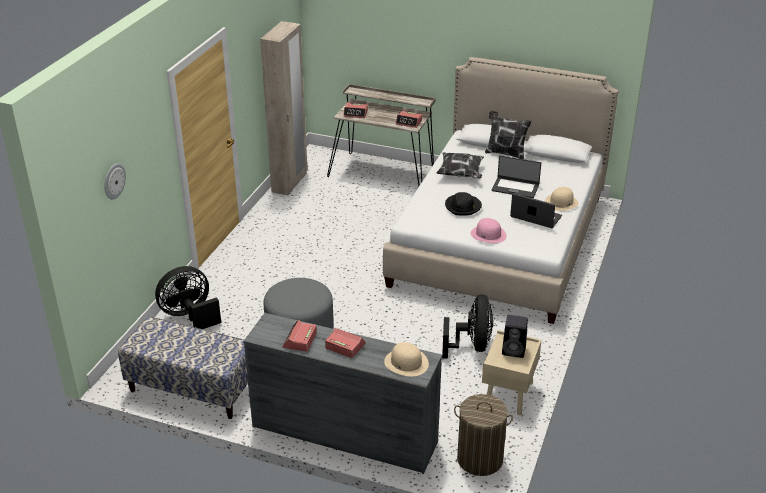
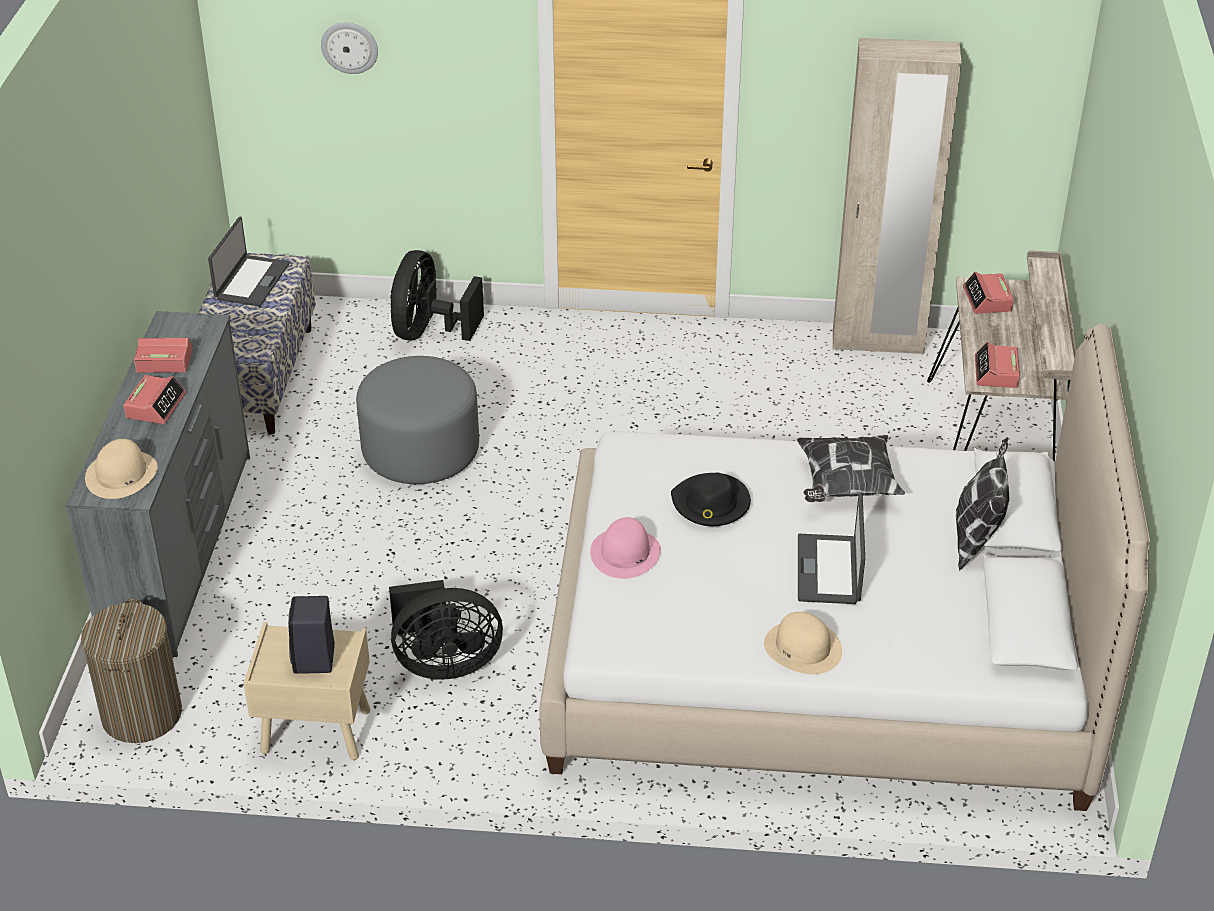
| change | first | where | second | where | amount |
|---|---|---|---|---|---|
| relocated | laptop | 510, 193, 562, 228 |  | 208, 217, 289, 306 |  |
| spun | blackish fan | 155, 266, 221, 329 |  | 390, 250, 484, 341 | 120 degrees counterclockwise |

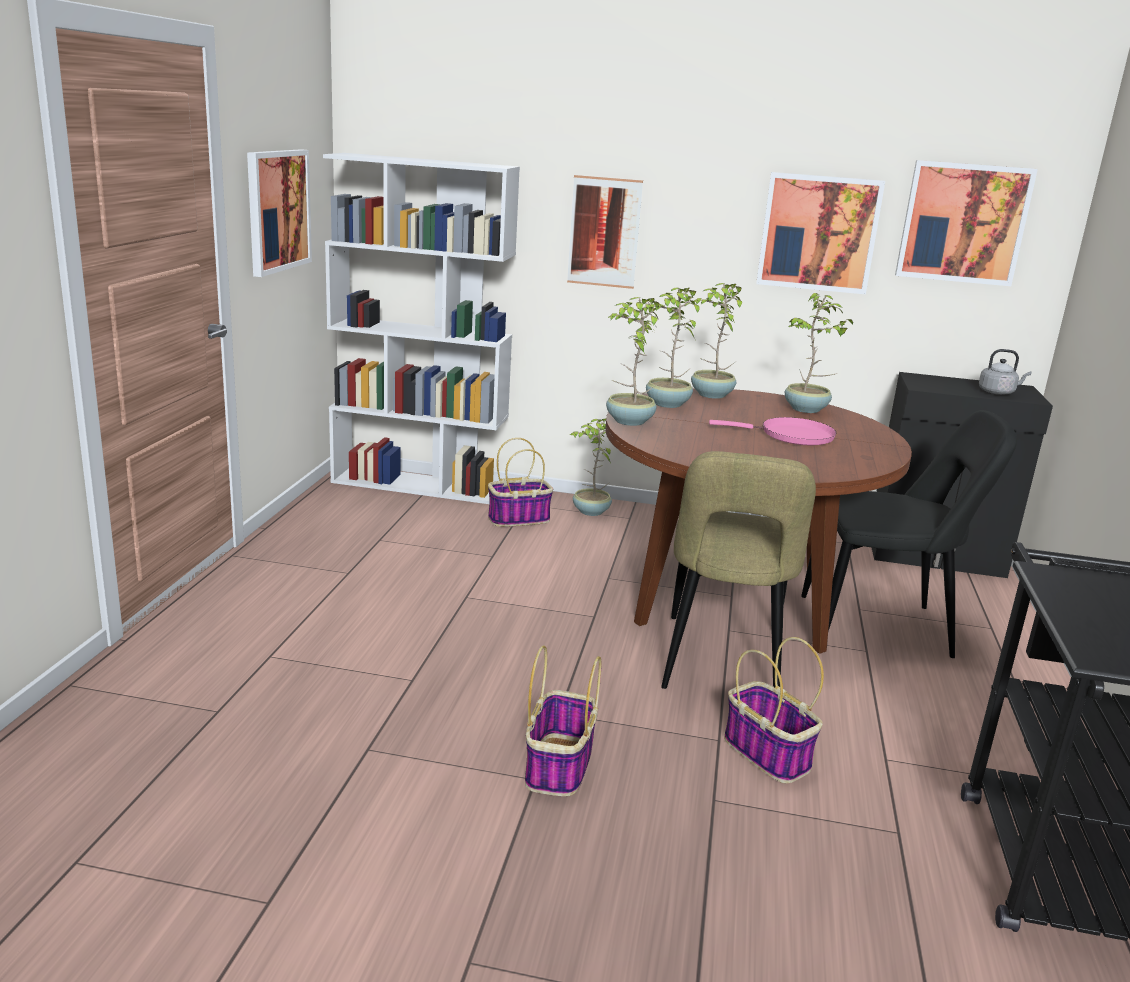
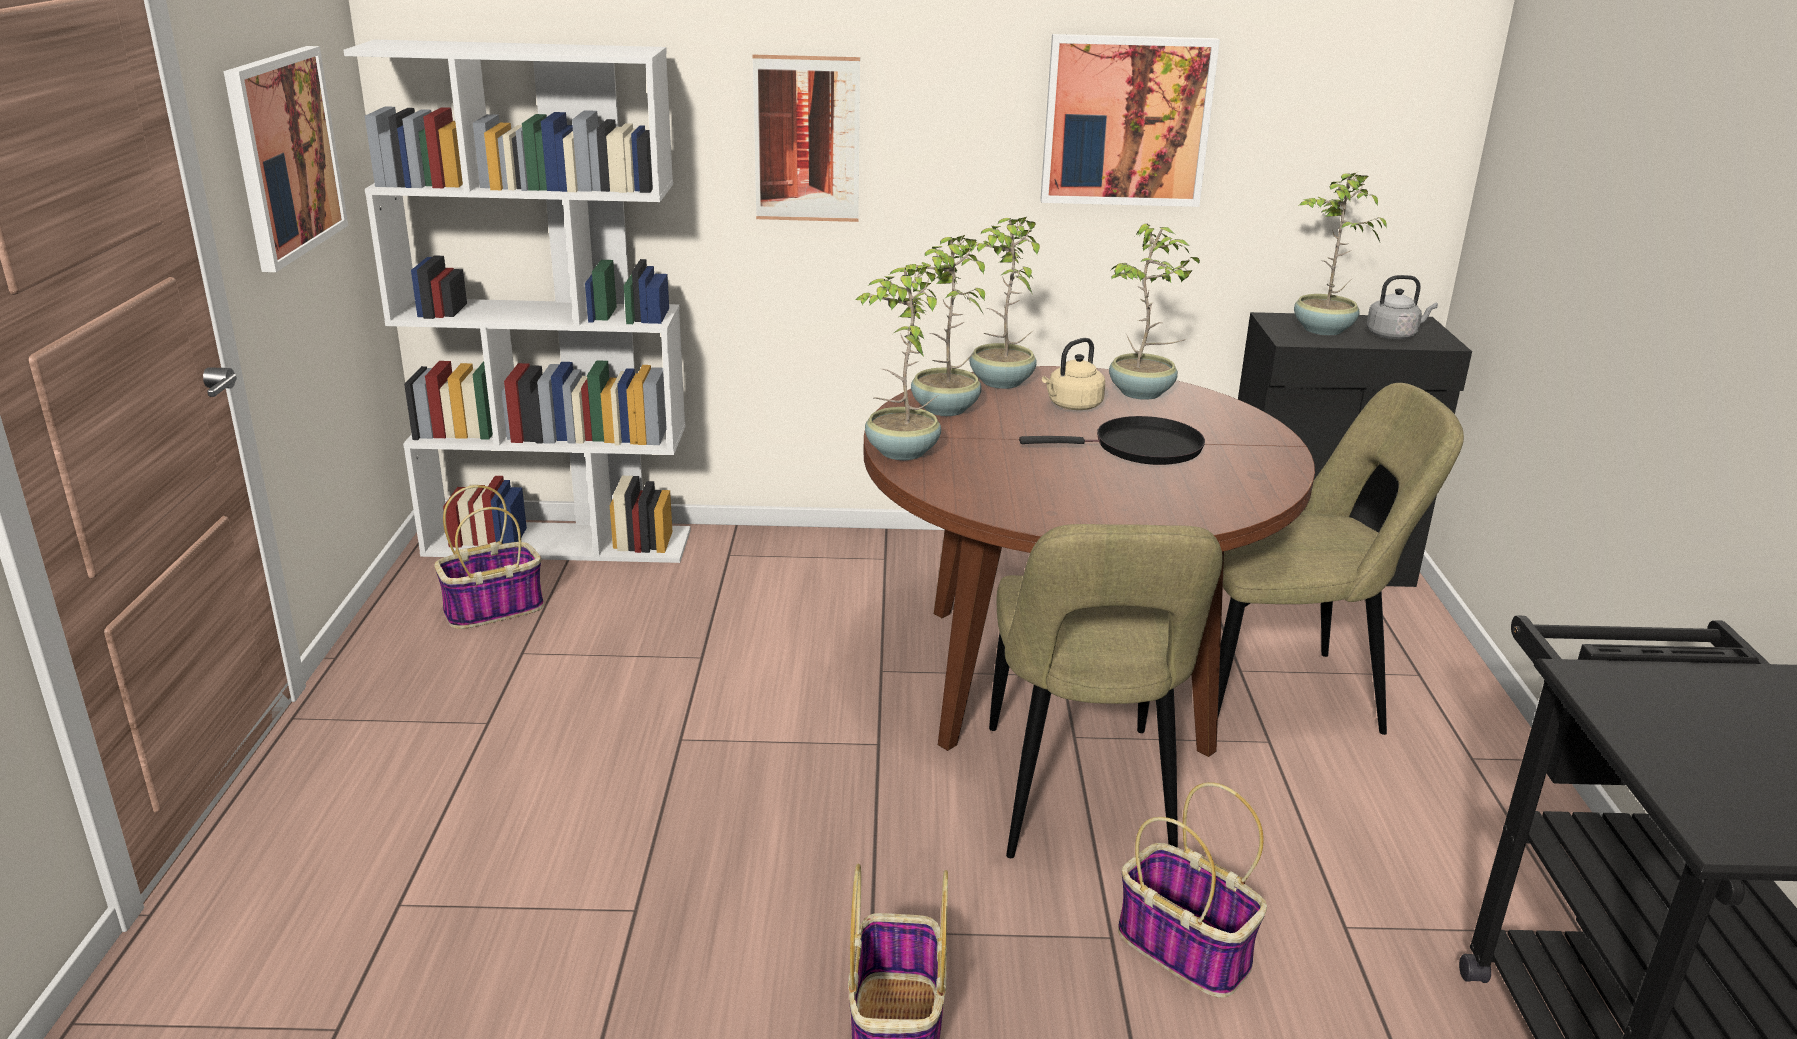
| change | first | where | second | where | amount |
|---|---|---|---|---|---|
| missing | wall picture | 895, 160, 1038, 286 |  |  |  |
| appeared |  |  | beige water kettle | 1042, 338, 1105, 410 |  |
| relocated | household basket | 488, 438, 553, 527 |  | 434, 485, 544, 629 |  |
| relocated | plant in a pot | 570, 418, 612, 516 |  | 1294, 172, 1387, 336 |  |
| colour | pinkish skillet | 709, 417, 837, 445 | blackish skillet | 1019, 416, 1205, 465 |  |
| colour | blackish chair | 801, 410, 1017, 658 | beige chair | 1218, 383, 1464, 735 |  |

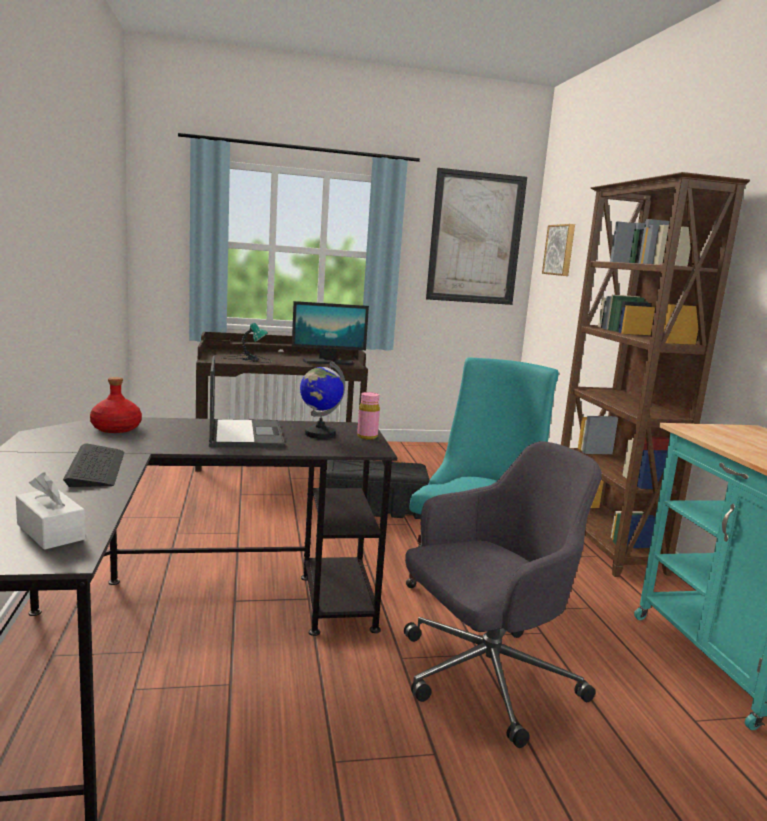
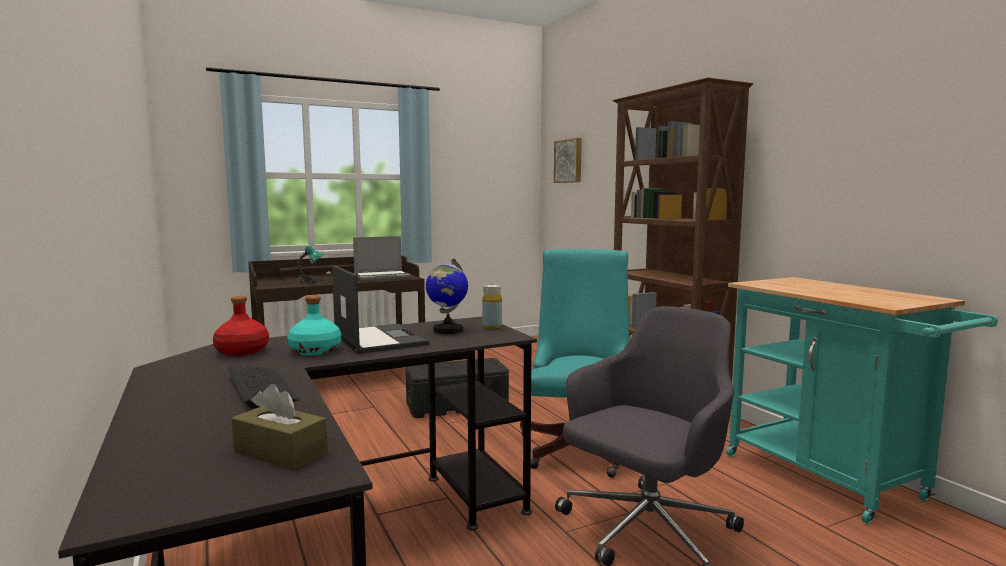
| change | first | where | second | where | amount |
|---|---|---|---|---|---|
| missing | wall picture | 426, 168, 527, 305 |  |  |  |
| appeared |  |  | blue-green beverage bottle | 287, 295, 341, 355 |  |
| exchanged | computer screen | 292, 301, 369, 366 | laptop | 353, 236, 411, 281 |  |
| colour | whitish tissue box | 16, 472, 86, 550 | brownish tissue box | 232, 384, 328, 470 |  |
| colour | pinkish beverage bottle | 357, 392, 380, 439 | yellowish beverage bottle | 482, 284, 502, 329 |  |

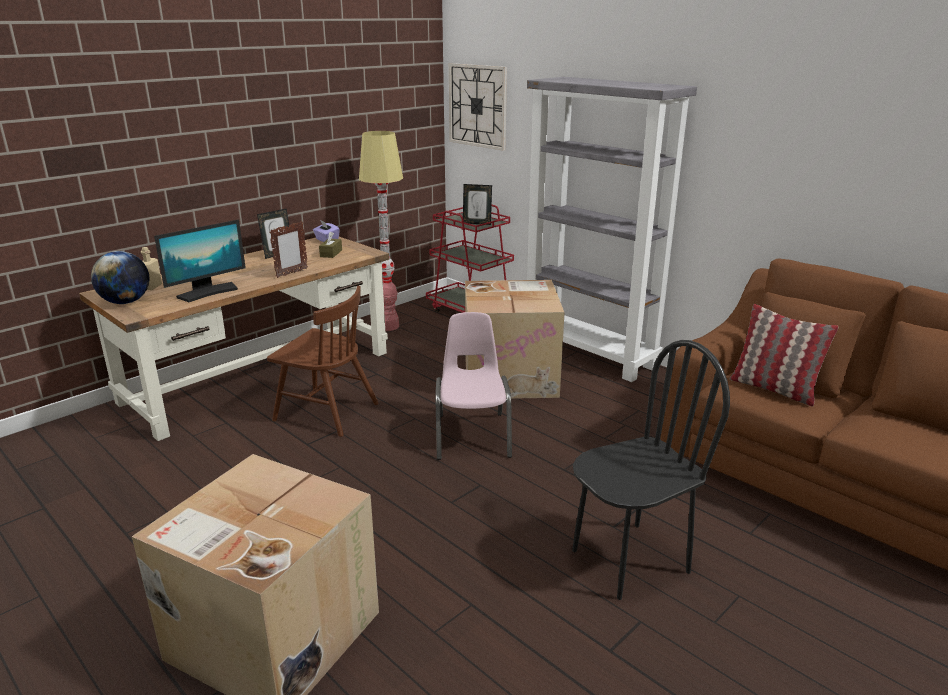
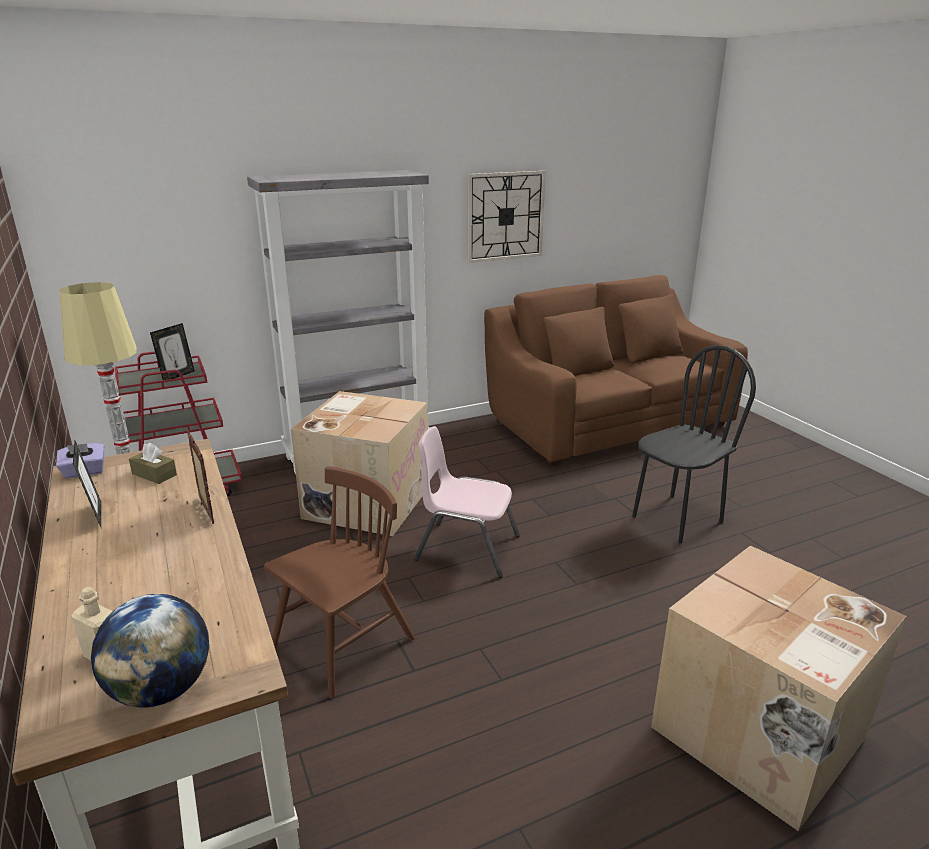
| change | first | where | second | where | amount |
|---|---|---|---|---|---|
| missing | computer screen | 154, 220, 246, 302 |  |  |  |
| missing | pillow | 730, 304, 838, 407 |  |  |  |
| relocated | clock on the wall | 449, 63, 507, 151 |  | 468, 171, 546, 263 |  |
| spun | blackish chair | 572, 340, 730, 600 |  | 632, 345, 756, 543 | 60 degrees clockwise |

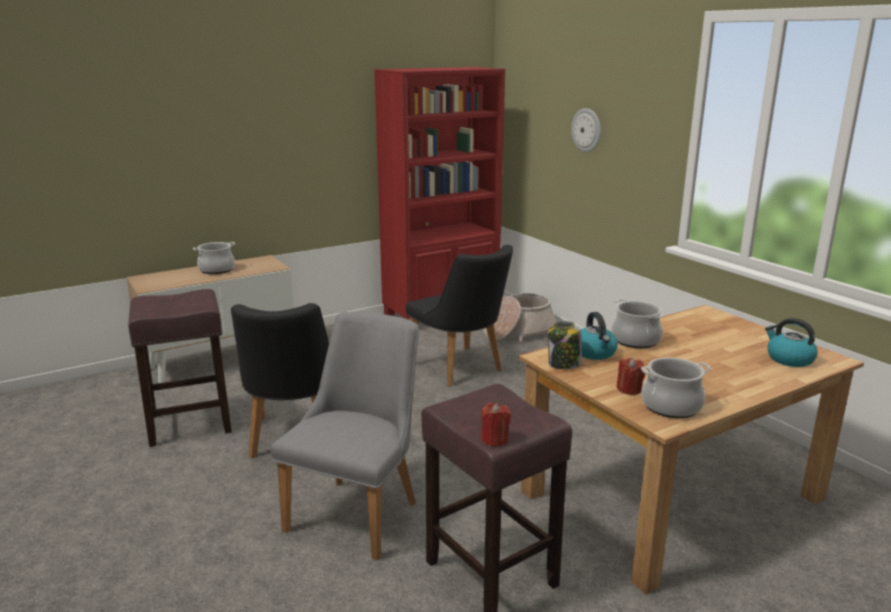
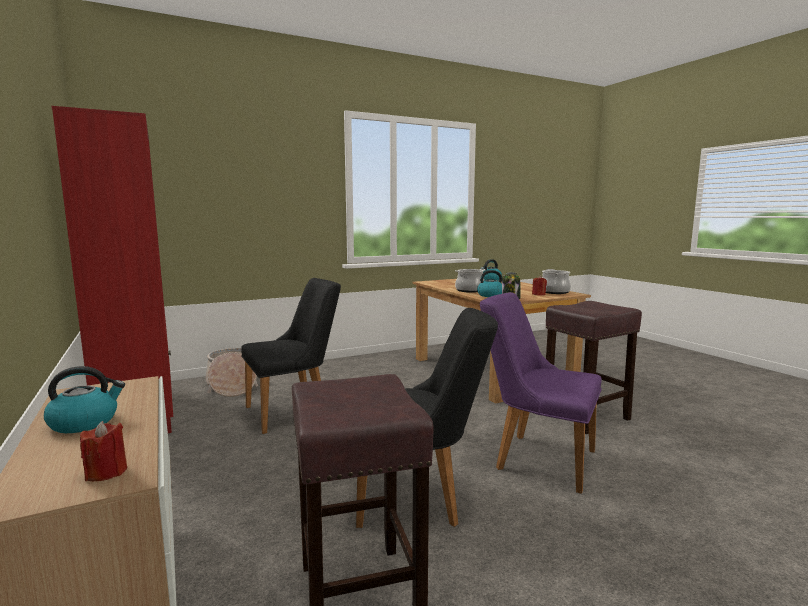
| change | first | where | second | where | amount |
|---|---|---|---|---|---|
| missing | clock on the wall | 571, 108, 601, 152 |  |  |  |
| relocated | red wax candle | 481, 403, 511, 446 |  | 80, 421, 127, 481 |  |
| exchanged | saucepot | 193, 242, 235, 274 | water kettle | 44, 366, 125, 433 |  |
| colour | grey chair | 271, 312, 418, 561 | purple-coloured chair | 480, 292, 602, 494 |  |

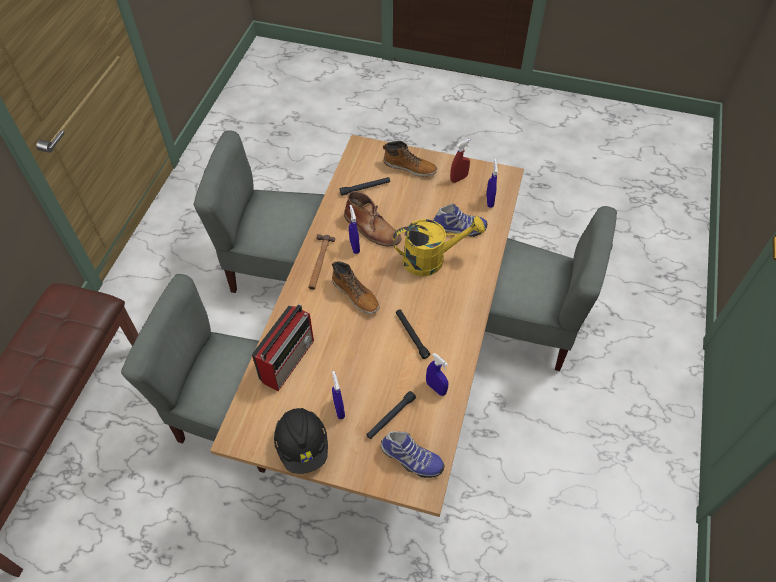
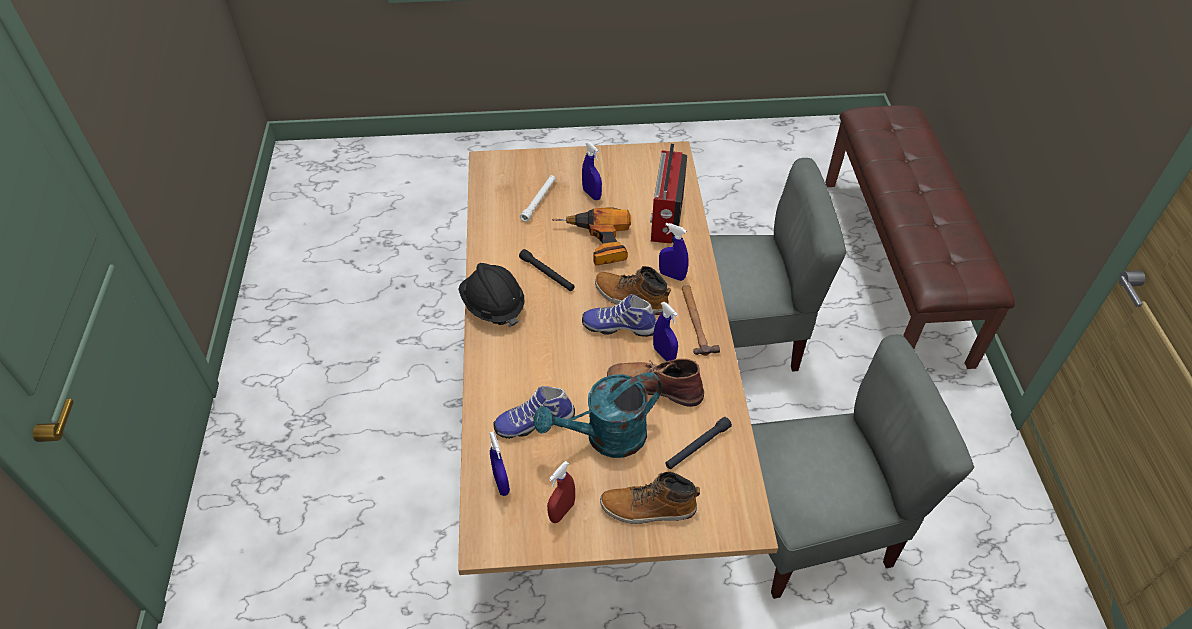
| change | first | where | second | where | amount |
|---|---|---|---|---|---|
| missing | yellowish sprinkling can | 393, 216, 485, 276 |  |  |  |
| missing | grey chair | 485, 206, 617, 371 |  |  |  |
| appeared |  |  | blue-green sprinkling can | 534, 373, 662, 458 |  |
| appeared |  |  | power drill | 552, 207, 631, 265 |  |
| relocated | blackish hard hat | 274, 408, 328, 474 |  | 458, 263, 525, 327 |  |
| relocated | item of footwear | 380, 431, 445, 478 |  | 582, 294, 657, 337 |  |
| relocated | blue sprayer | 426, 353, 448, 396 |  | 659, 223, 689, 281 |  |
| colour | blackish flashlight | 367, 391, 416, 439 | whitish flashlight | 520, 175, 556, 222 |  |

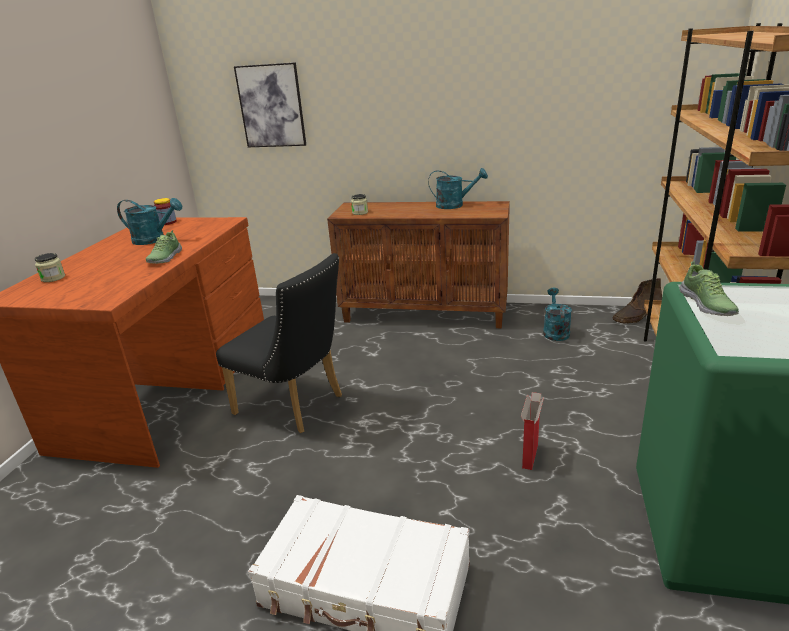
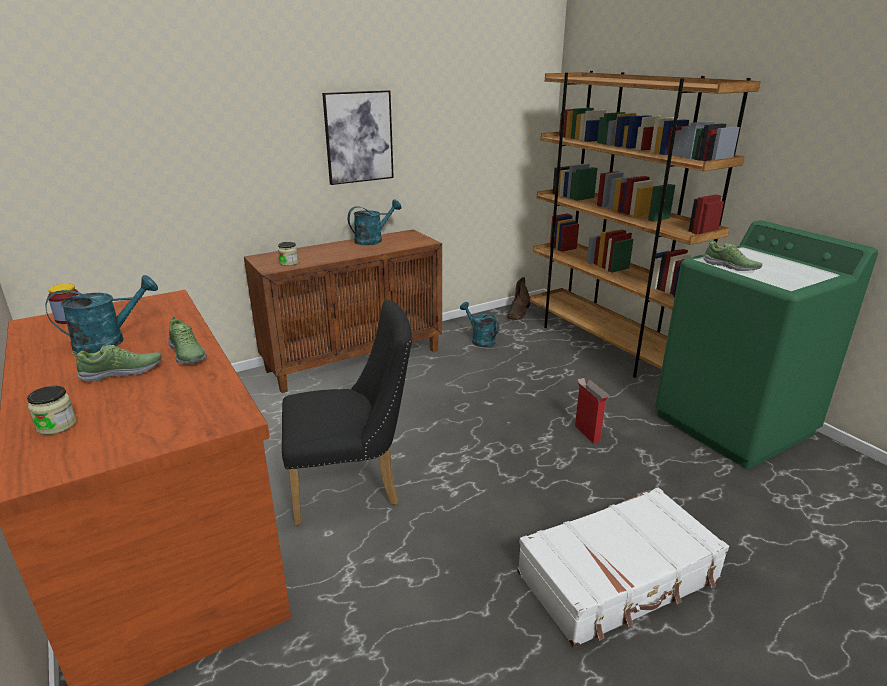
| change | first | where | second | where | amount |
|---|---|---|---|---|---|
| appeared |  |  | item of footwear | 72, 345, 162, 382 |  |
| relocated | wall picture | 234, 62, 306, 147 |  | 322, 90, 394, 185 |  |

